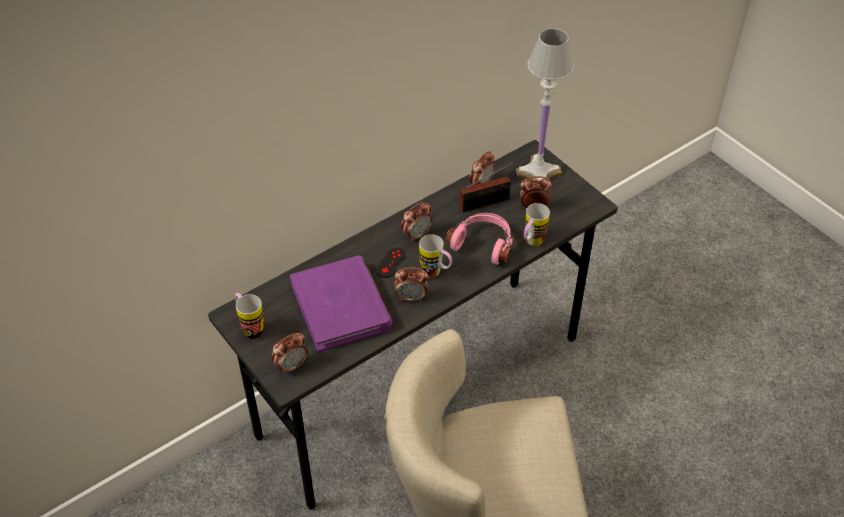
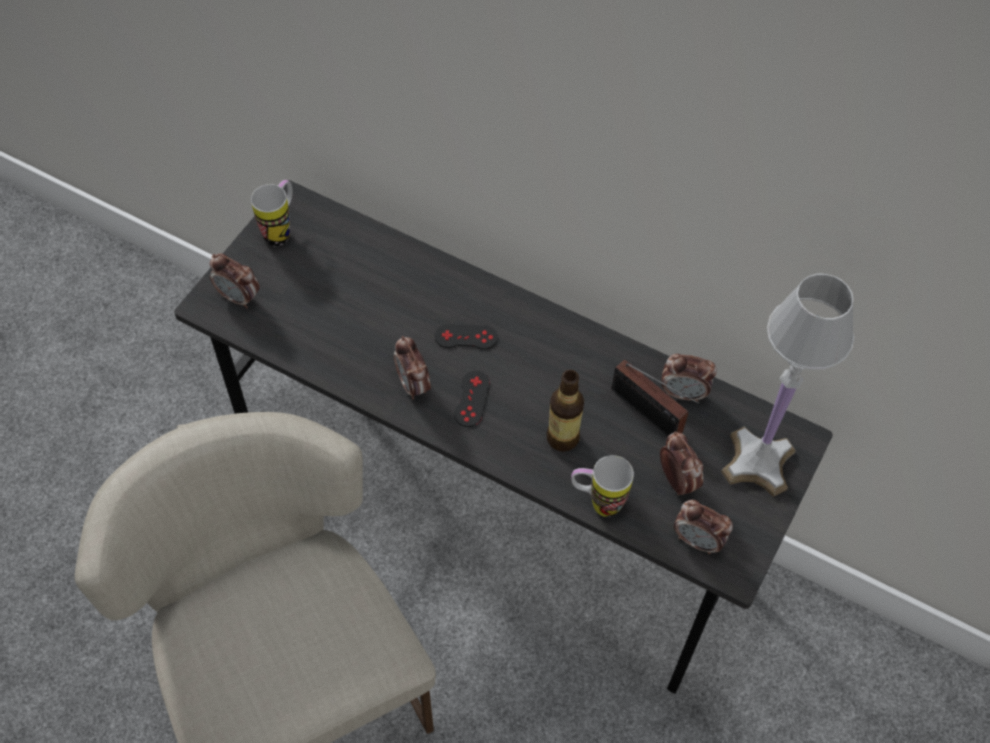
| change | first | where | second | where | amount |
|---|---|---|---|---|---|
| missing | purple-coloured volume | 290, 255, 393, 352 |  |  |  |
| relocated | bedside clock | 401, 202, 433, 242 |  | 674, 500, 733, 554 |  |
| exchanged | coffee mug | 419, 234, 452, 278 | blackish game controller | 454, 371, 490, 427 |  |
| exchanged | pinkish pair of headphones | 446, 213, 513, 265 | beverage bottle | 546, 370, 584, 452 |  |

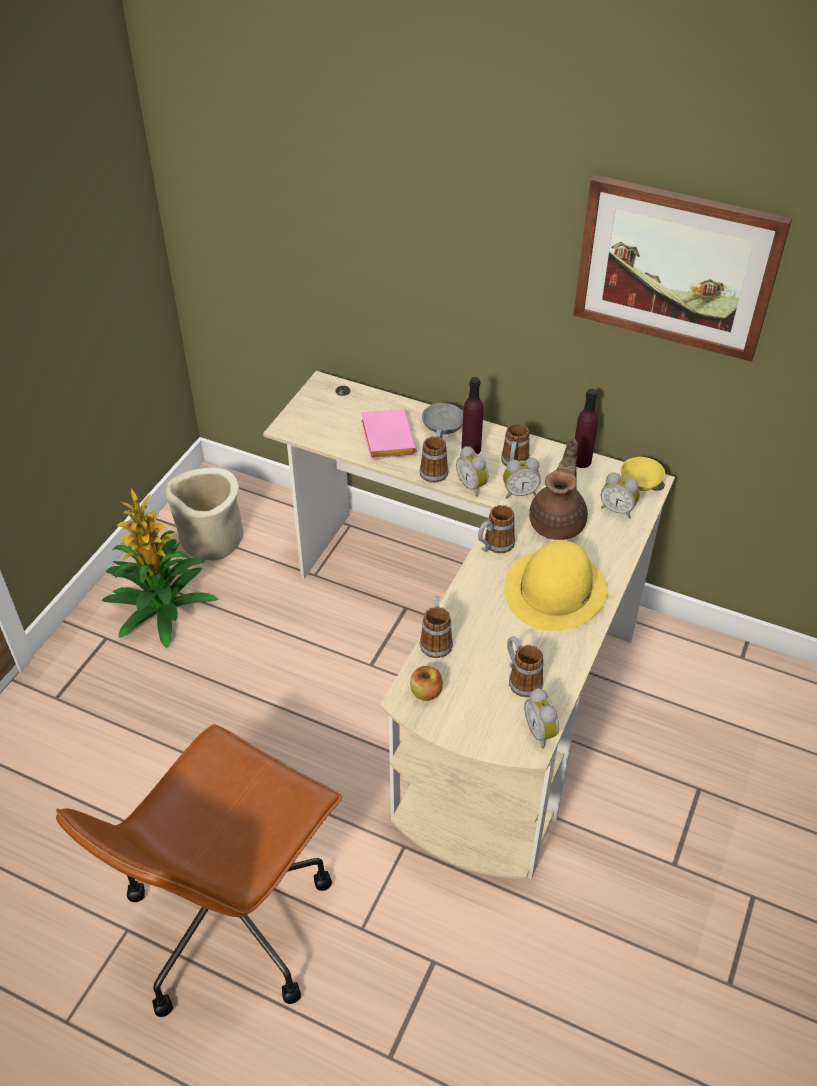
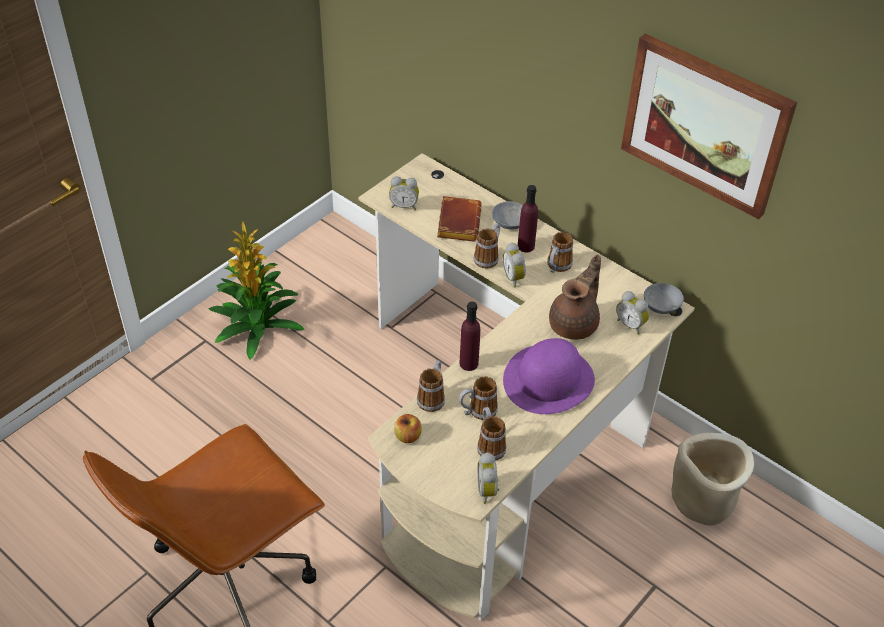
| change | first | where | second | where | amount |
|---|---|---|---|---|---|
| relocated | beige plant pot | 164, 468, 243, 560 |  | 672, 433, 754, 526 |  |
| relocated | coffee mug | 478, 505, 515, 553 |  | 459, 376, 498, 420 |  |
| relocated | bedside clock | 503, 458, 541, 499 |  | 389, 176, 419, 210 |  |
| relocated | purple-coloured beverage bottle | 575, 389, 598, 468 |  | 459, 302, 480, 371 |  |
| colour | pinkish volume | 361, 409, 417, 459 | brownish volume | 437, 196, 482, 242 |  |
| colour | yellowish wearable hat | 504, 541, 608, 631 | purple-coloured wearable hat | 503, 338, 595, 414 |  |
| colour | yellowish deep dish | 621, 457, 665, 491 | grey deep dish | 644, 283, 684, 314 |  |

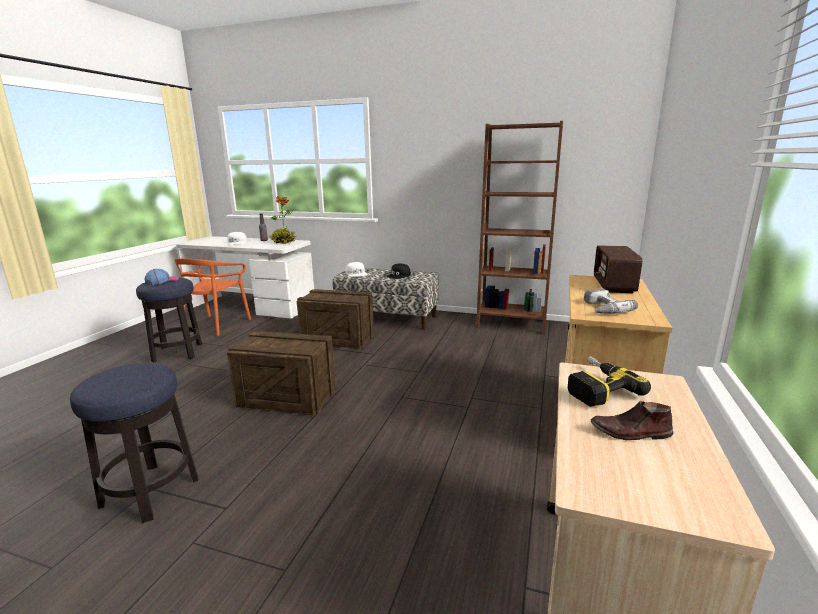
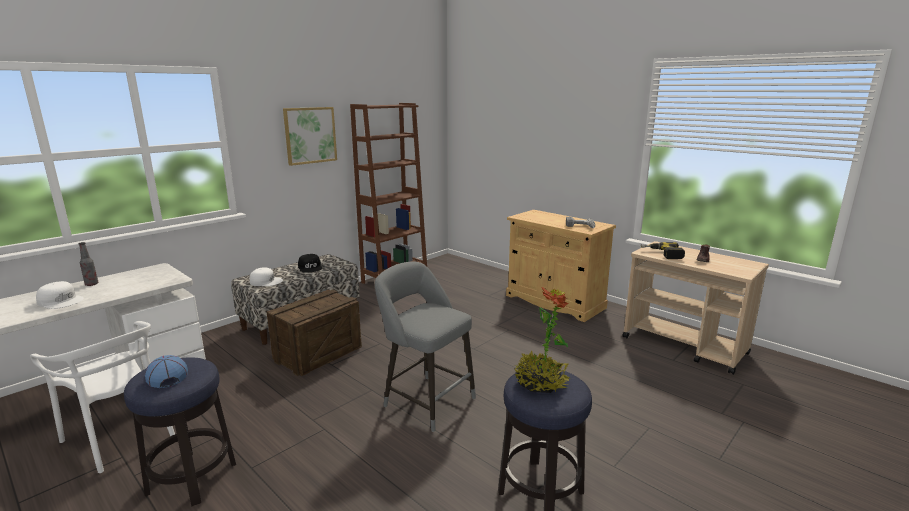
| change | first | where | second | where | amount |
|---|---|---|---|---|---|
| missing | radio set | 594, 245, 642, 293 |  |  |  |
| appeared |  |  | wall picture | 283, 107, 337, 166 |  |
| relocated | plant in a pot | 269, 196, 296, 244 |  | 515, 287, 570, 393 |  |
| exchanged | packing crate | 227, 331, 335, 416 | grey stool | 375, 262, 476, 432 |  |
| colour | orange-coloured chair | 174, 258, 251, 336 | whitish chair | 30, 321, 175, 473 |  |

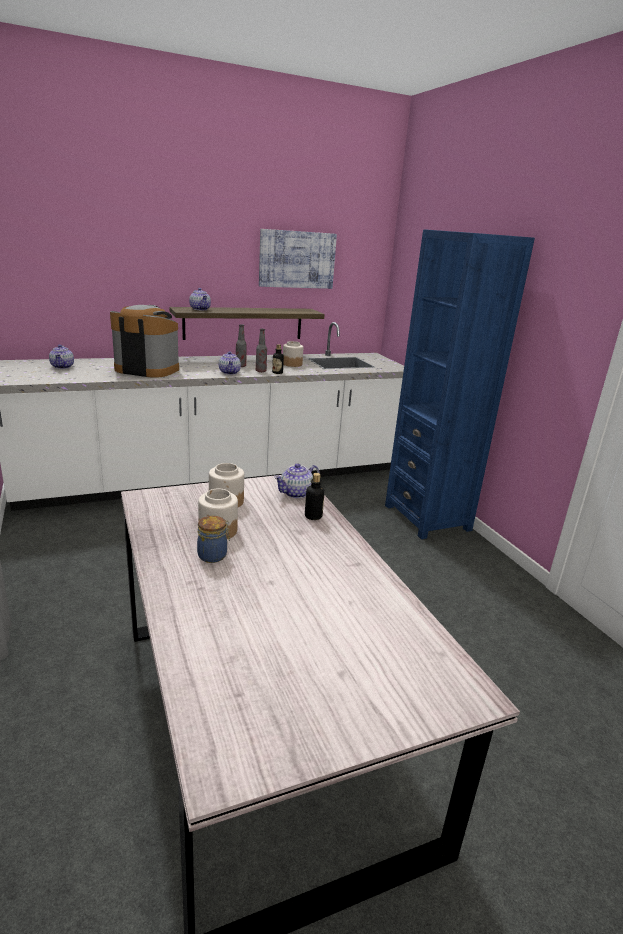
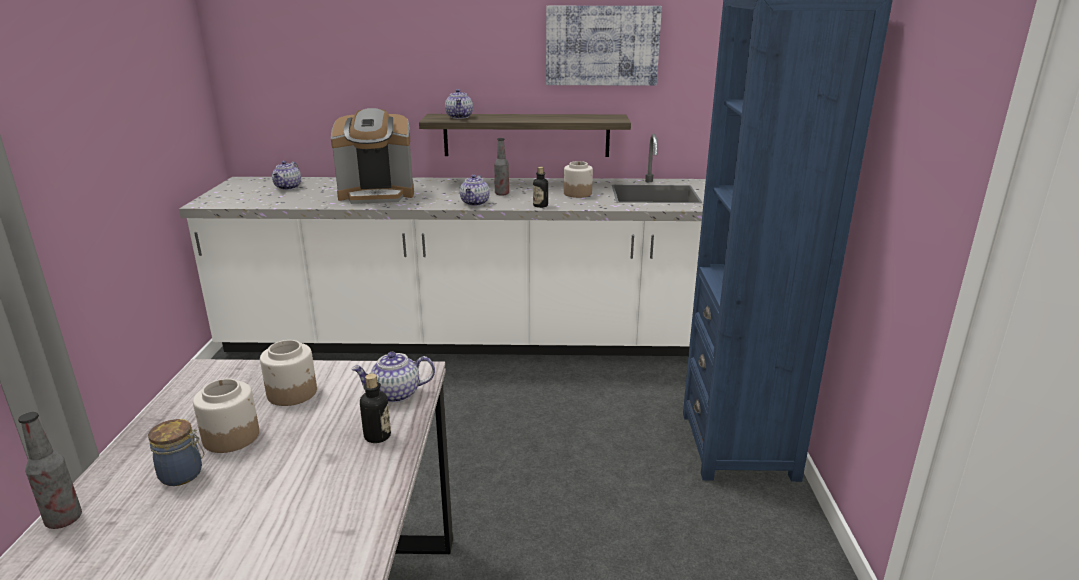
| change | first | where | second | where | amount |
|---|---|---|---|---|---|
| relocated | beverage bottle | 256, 329, 267, 372 |  | 18, 412, 82, 529 |  |
| spun | coffee machine | 110, 305, 179, 378 |  | 331, 108, 414, 204 | 135 degrees clockwise |

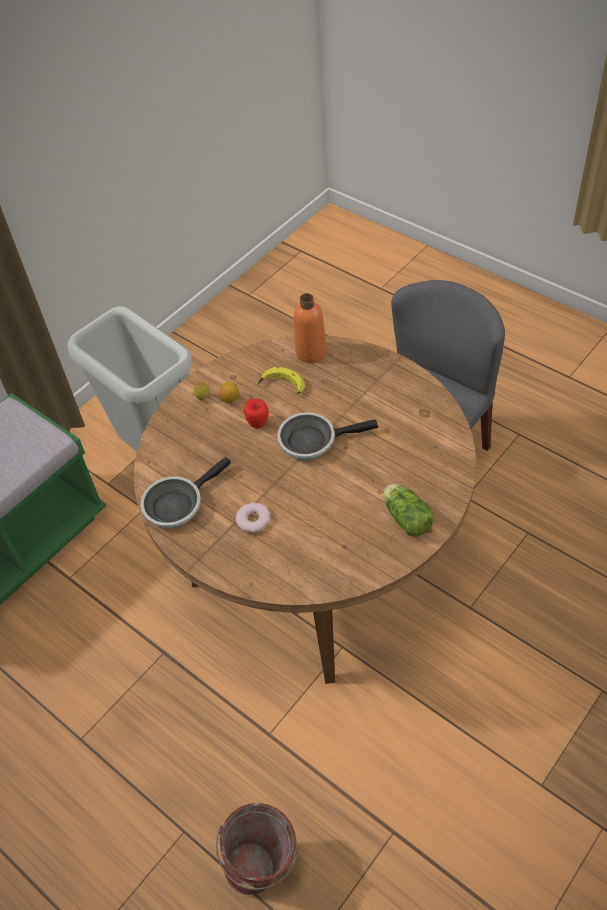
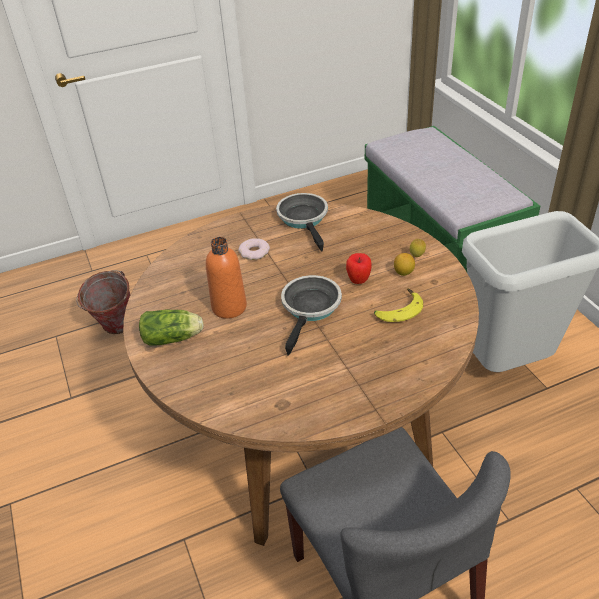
| change | first | where | second | where | amount |
|---|---|---|---|---|---|
| relocated | orange-coloured beverage bottle | 294, 293, 327, 363 |  | 206, 237, 247, 319 |  |

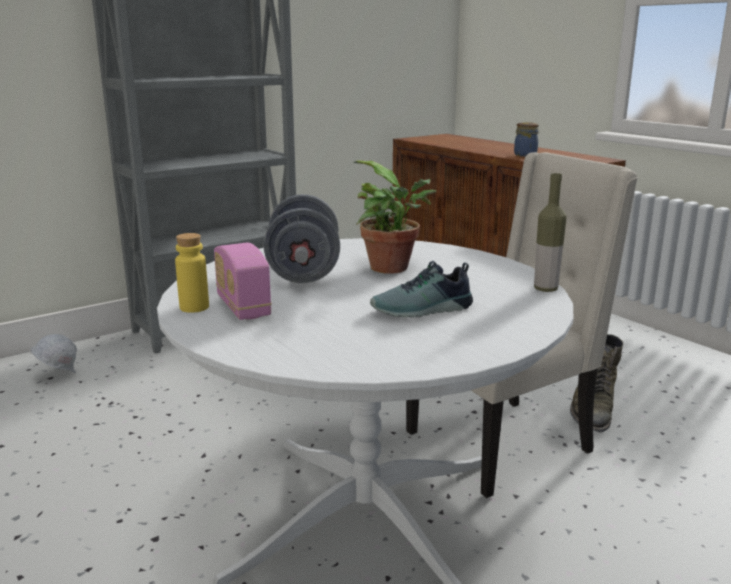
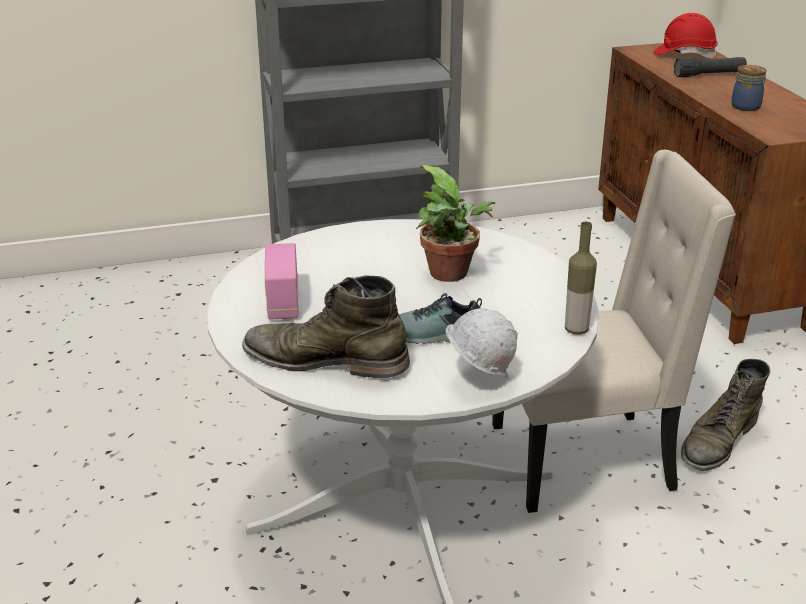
| change | first | where | second | where | amount |
|---|---|---|---|---|---|
| missing | yellowish beverage bottle | 175, 233, 209, 313 |  |  |  |
| missing | grey free weight | 264, 194, 340, 283 |  |  |  |
| appeared |  |  | green-coloured boot | 242, 275, 410, 378 |  |
| appeared |  |  | red hard hat | 653, 13, 718, 58 |  |
| appeared |  |  | blackish flashlight | 674, 57, 747, 77 |  |
| relocated | whitish hard hat | 30, 334, 77, 374 |  | 445, 308, 518, 379 |  |

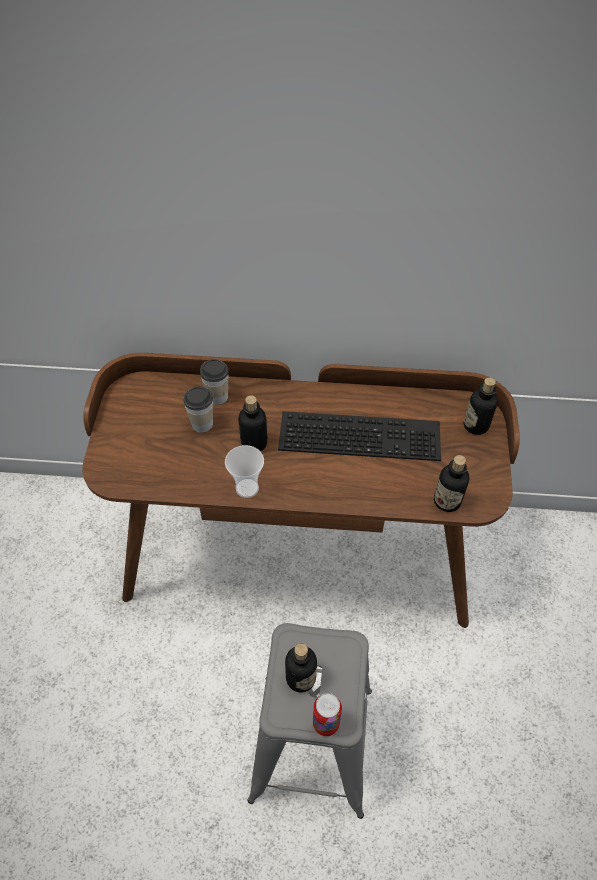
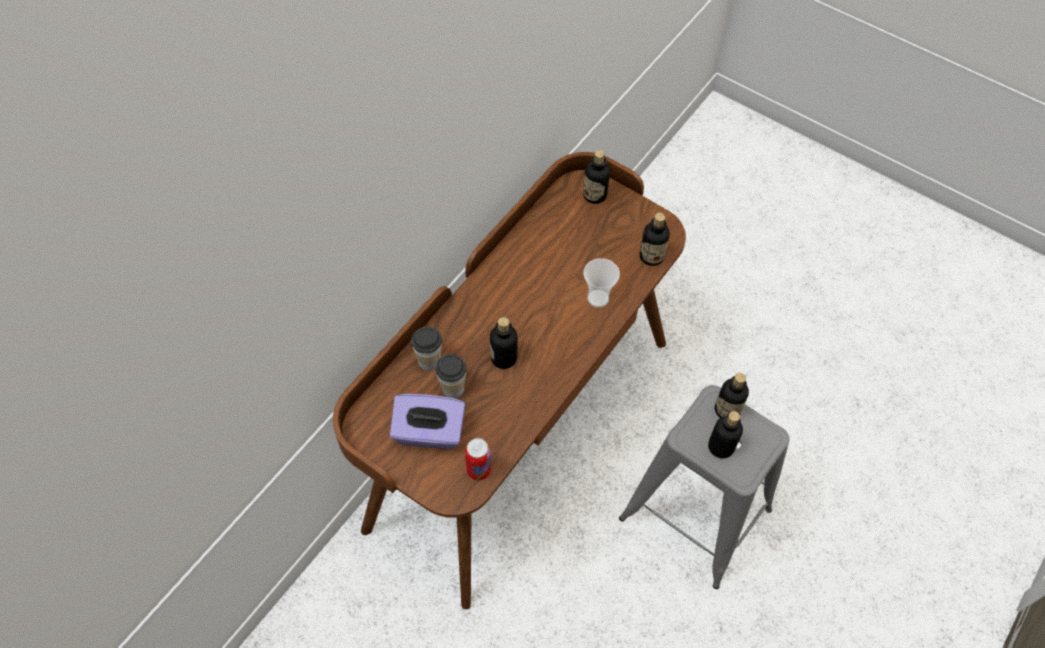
| change | first | where | second | where | amount |
|---|---|---|---|---|---|
| missing | computer keyboard | 278, 411, 441, 461 |  |  |  |
| appeared |  |  | purple-coloured tissue box | 390, 394, 465, 449 |  |
| appeared |  |  | beverage bottle | 715, 373, 749, 418 |  |
| relocated | small cup | 225, 445, 264, 498 |  | 584, 258, 620, 308 |  |
| relocated | metal can | 313, 693, 342, 736 |  | 465, 438, 491, 481 |  |

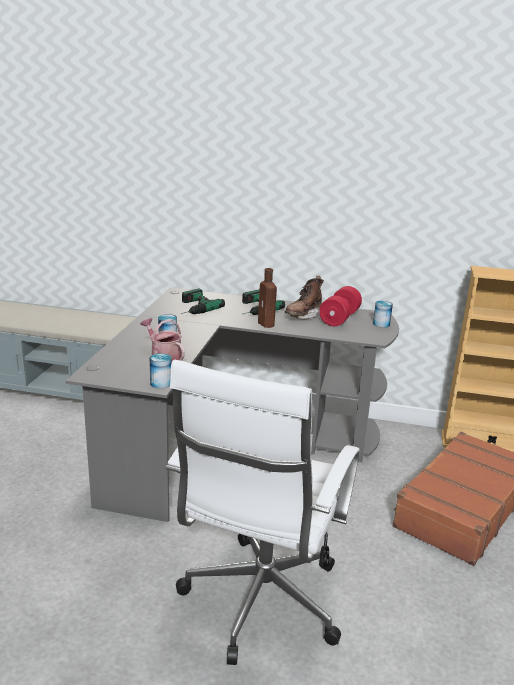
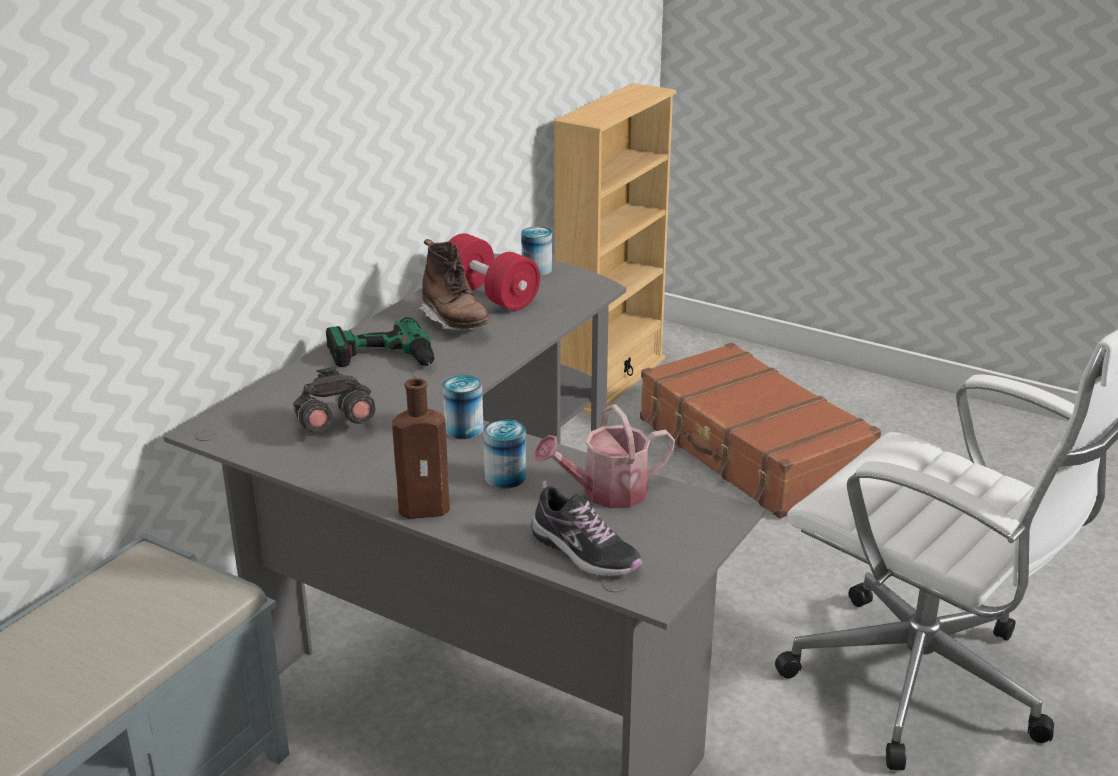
| change | first | where | second | where | amount |
|---|---|---|---|---|---|
| appeared |  |  | item of footwear | 531, 480, 643, 577 |  |
| relocated | metal can | 150, 353, 172, 389 |  | 443, 375, 483, 439 |  |
| relocated | brownish beverage bottle | 258, 268, 277, 328 |  | 392, 378, 450, 519 |  |
| exchanged | power drill | 181, 288, 225, 314 | grey field glasses | 293, 366, 375, 433 |  |

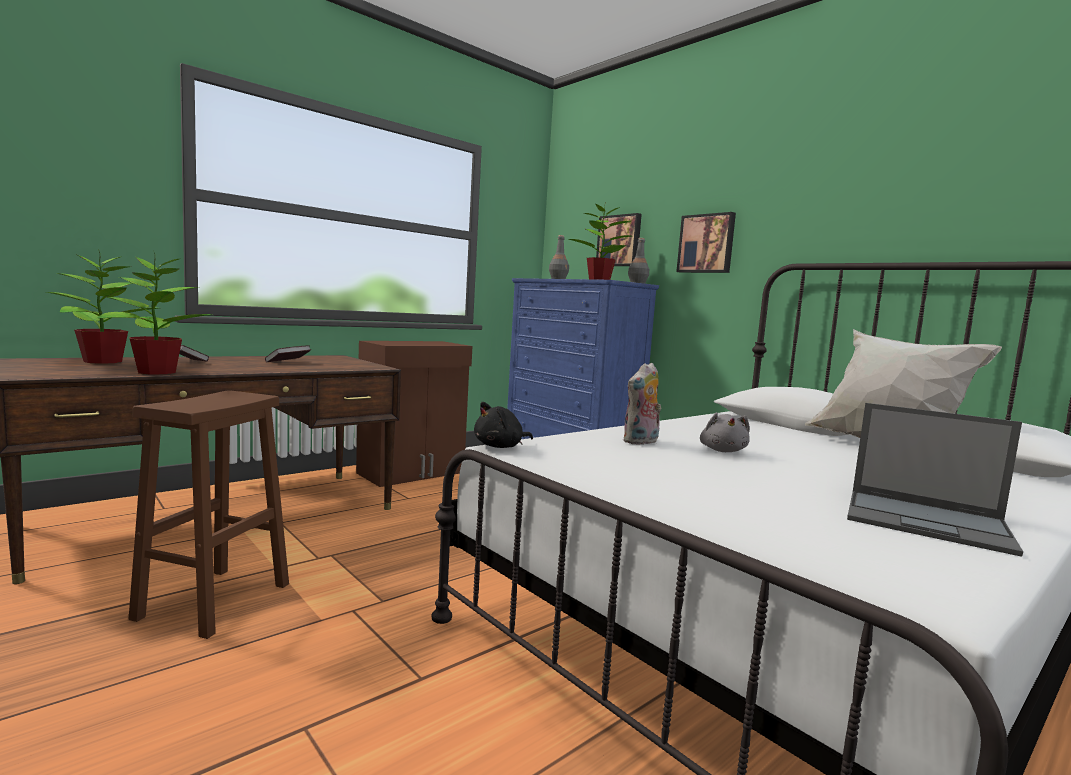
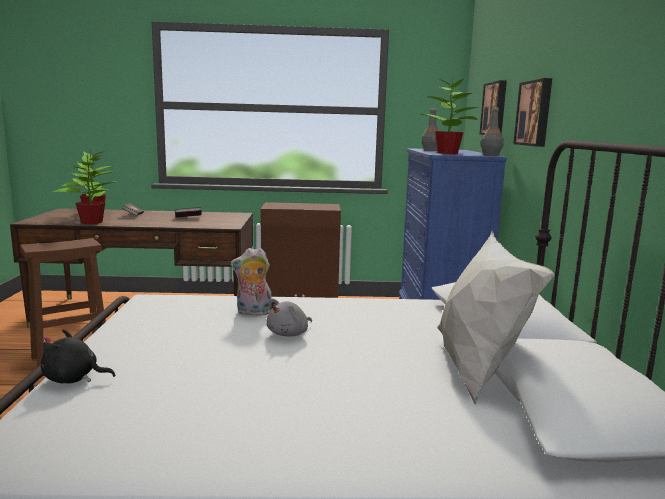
| change | first | where | second | where | amount |
|---|---|---|---|---|---|
| missing | laptop | 847, 403, 1023, 557 |  |  |  |
| relocated | blackish plush toy | 474, 402, 533, 448 |  | 41, 329, 116, 383 |  |

